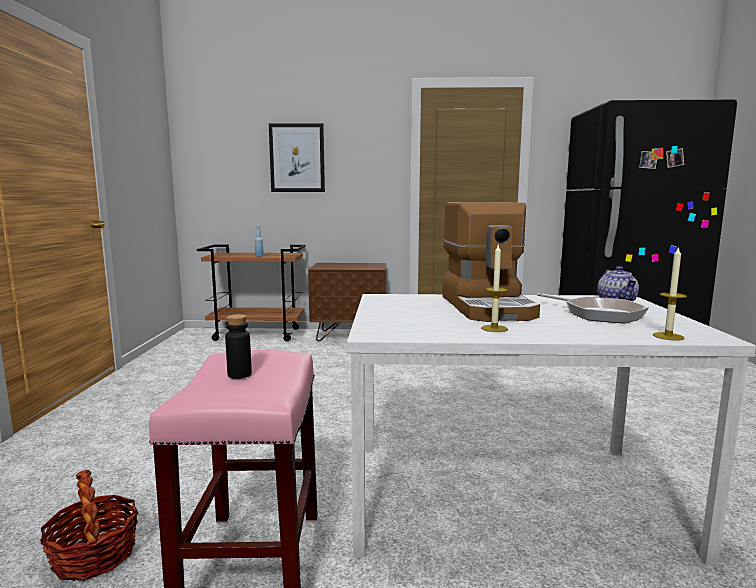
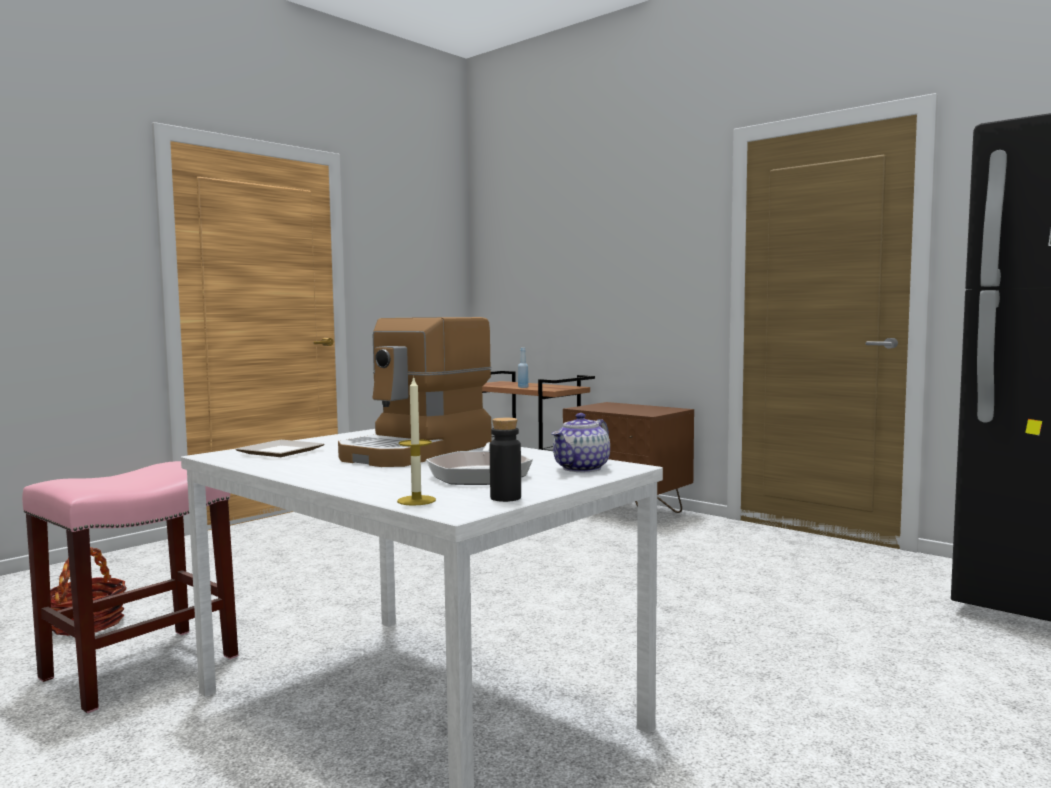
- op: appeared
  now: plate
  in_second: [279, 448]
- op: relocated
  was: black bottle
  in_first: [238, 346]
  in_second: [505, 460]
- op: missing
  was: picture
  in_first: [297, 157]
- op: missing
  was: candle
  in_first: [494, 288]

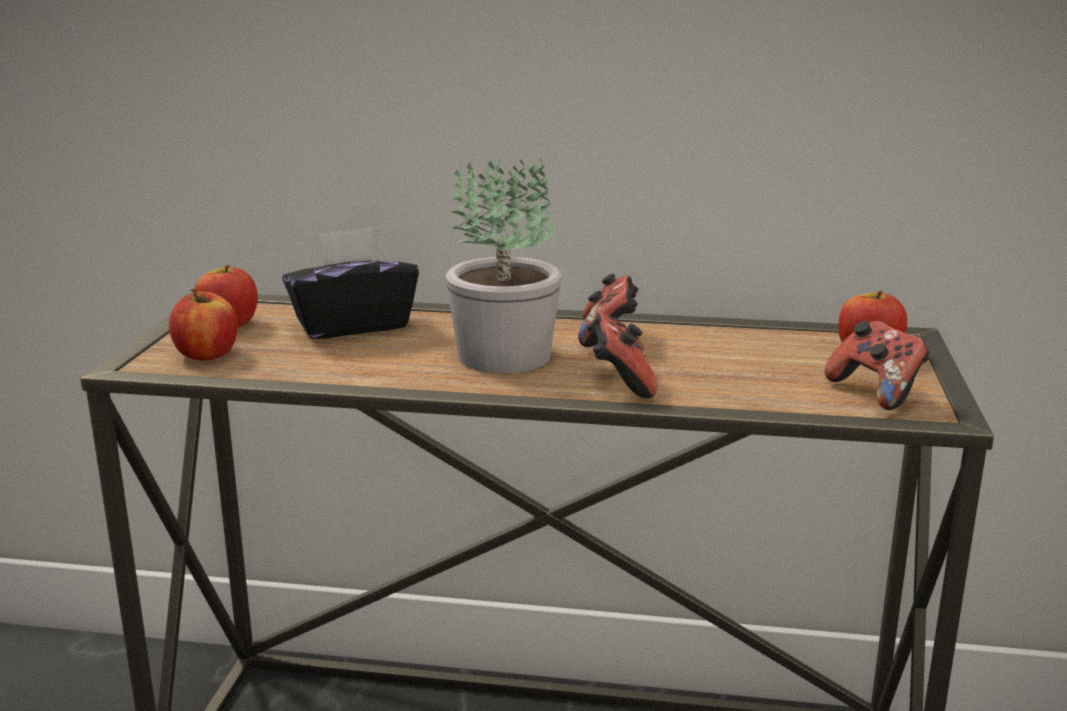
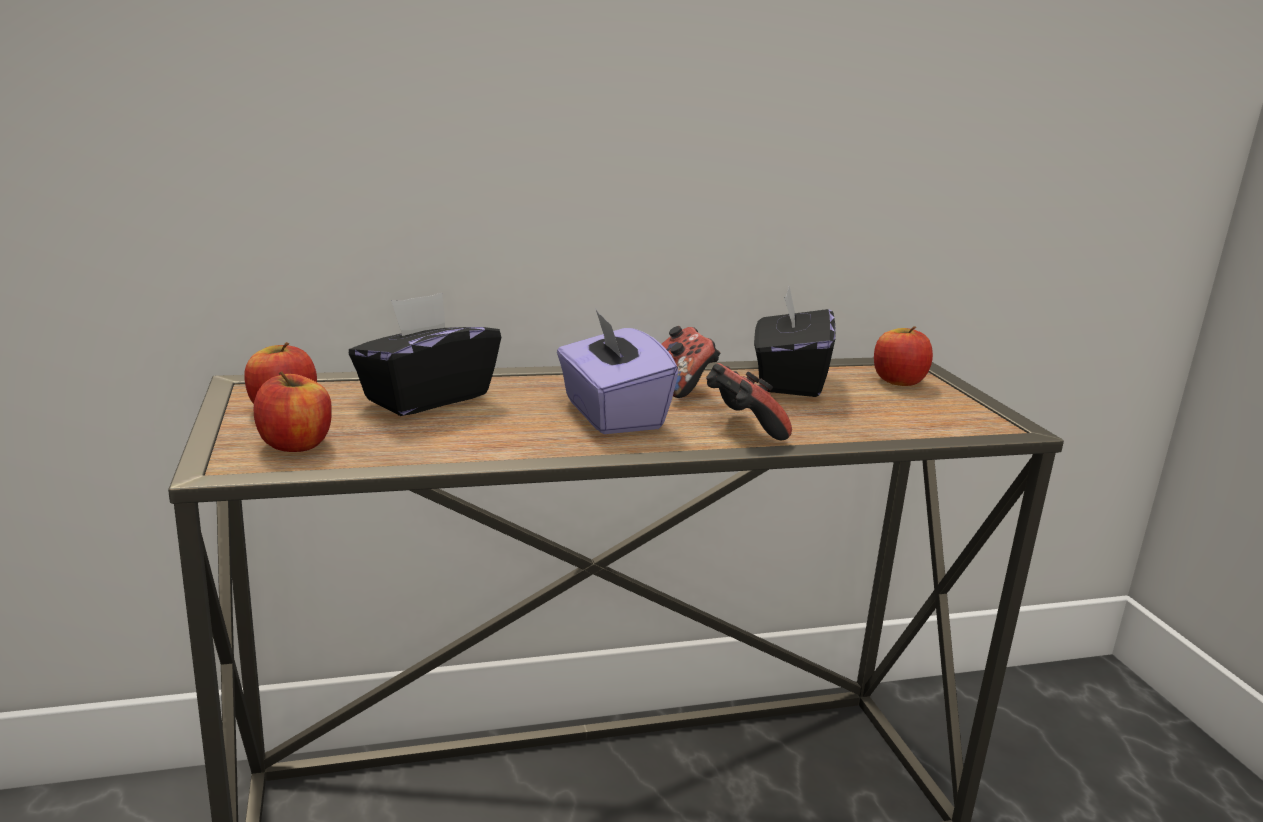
- op: exchanged
  was: potted plant
  now: purple tissue box
  in_first: [504, 266]
  in_second: [618, 372]
- op: appeared
  now: black tissue box
  in_second: [795, 341]
- op: missing
  was: game controller
  in_first: [877, 365]

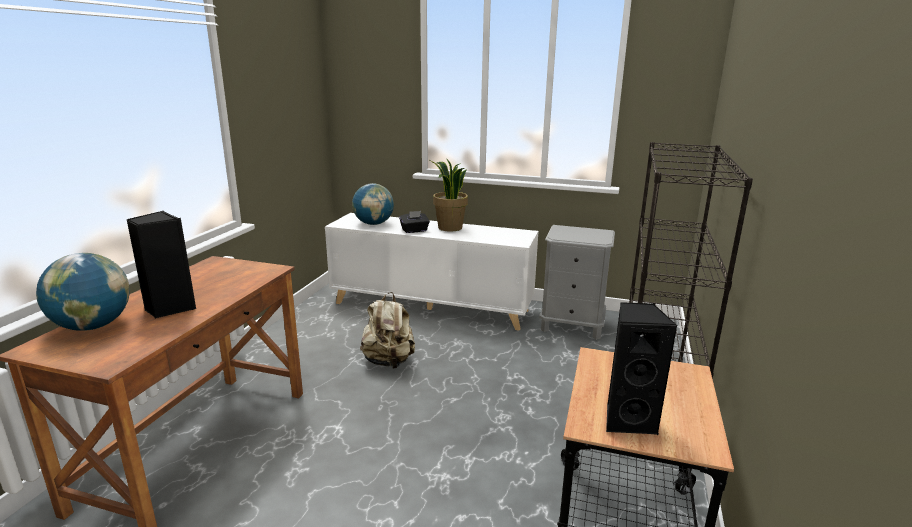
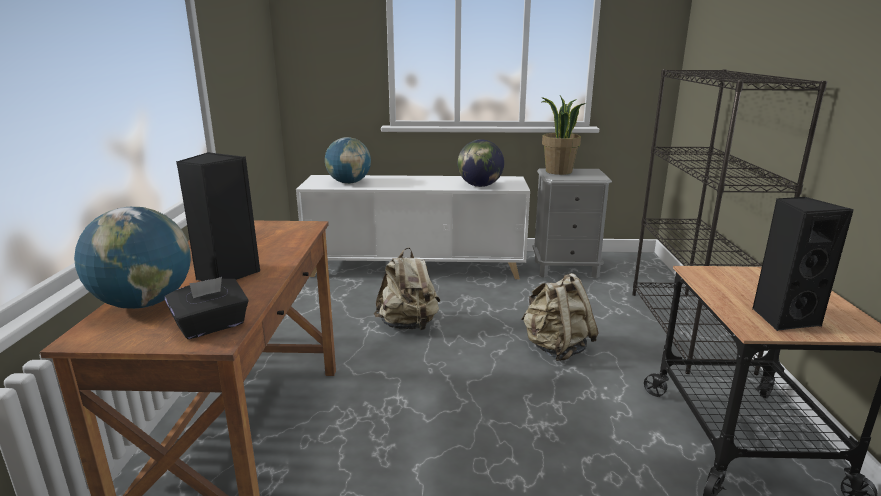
- op: relocated
  was: black tissue box
  in_first: [414, 222]
  in_second: [207, 308]
- op: appeared
  now: globe
  in_second: [481, 163]
- op: appeared
  now: beige backpack
  in_second: [560, 317]
- op: relocated
  was: potted plant
  in_first: [449, 195]
  in_second: [563, 135]

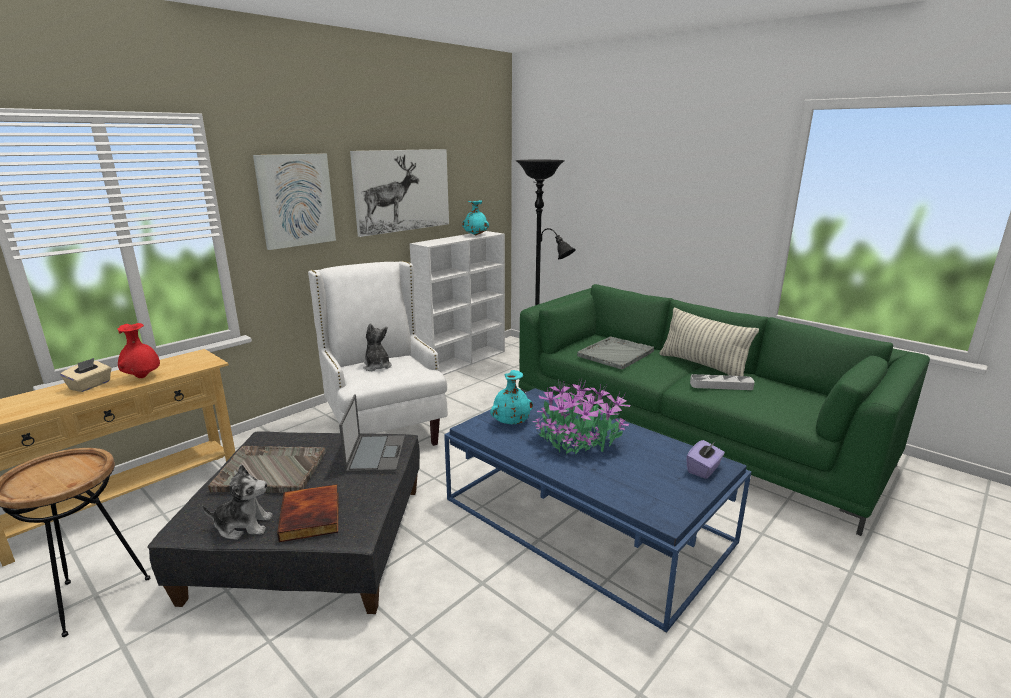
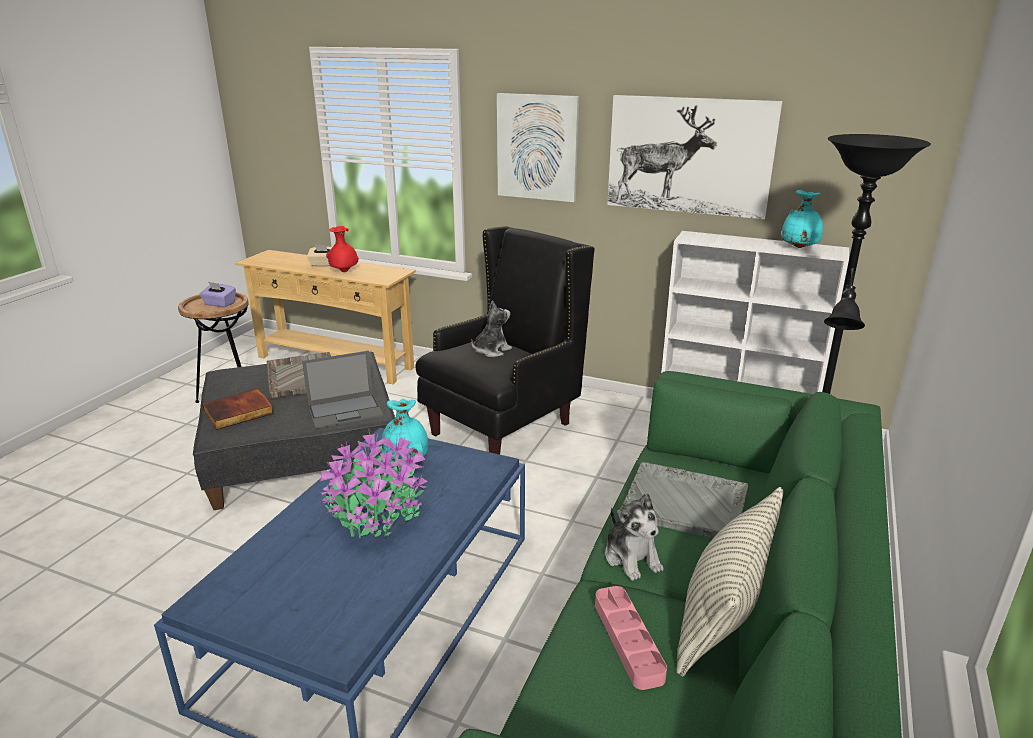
- op: relocated
  was: purple tissue box
  in_first: [705, 459]
  in_second: [217, 295]
- op: colour
  was: white armchair
  now: black armchair
  in_first: [378, 353]
  in_second: [505, 340]
- op: colour
  was: grey tray
  now: pink tray
  in_first: [722, 382]
  in_second: [631, 638]
- op: relocated
  was: plush toy
  in_first: [237, 502]
  in_second: [634, 537]

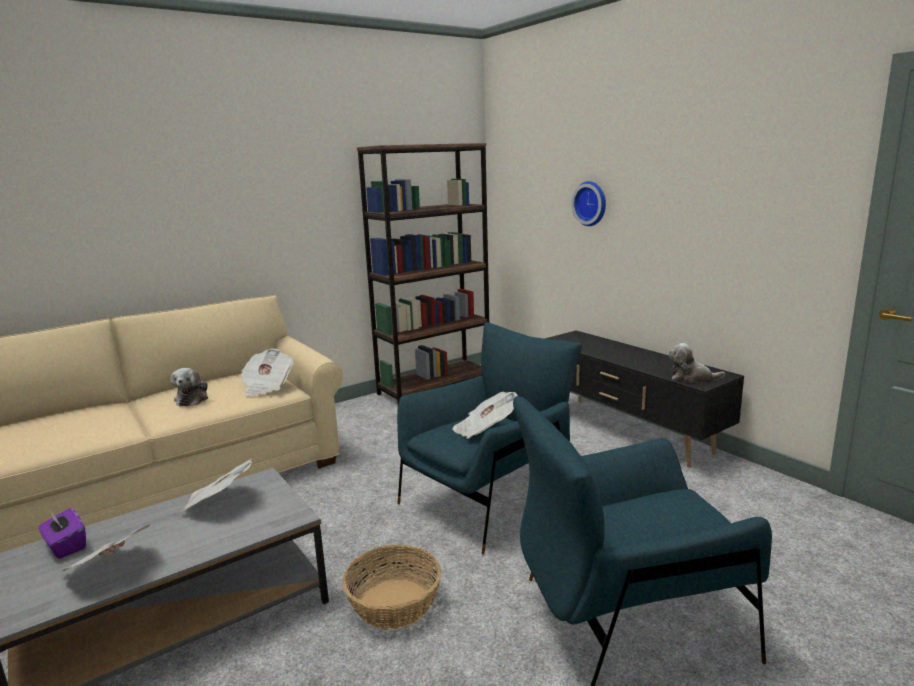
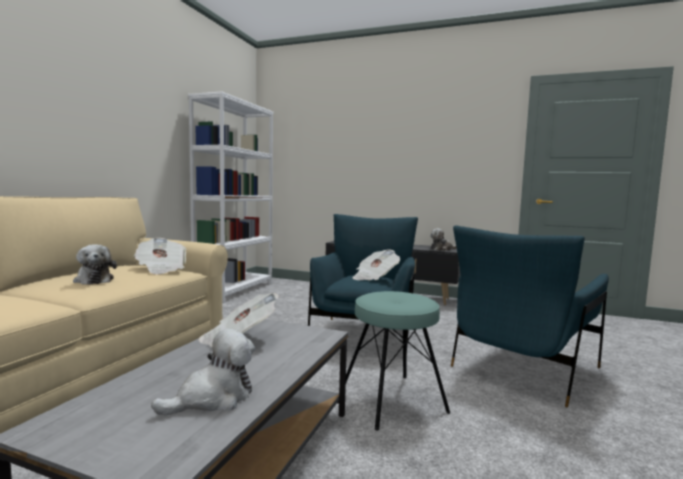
- op: exchanged
  was: newspaper
  now: plush toy
  in_first: [106, 547]
  in_second: [203, 372]
- op: colour
  was: brown bookcase
  now: white bookcase
  in_first: [423, 273]
  in_second: [230, 197]
- op: exchanged
  was: basket
  now: turquoise stool
  in_first: [391, 587]
  in_second: [398, 360]
- op: missing
  was: purple tissue box
  in_first: [62, 533]
- op: missing
  was: wall clock
  in_first: [588, 203]

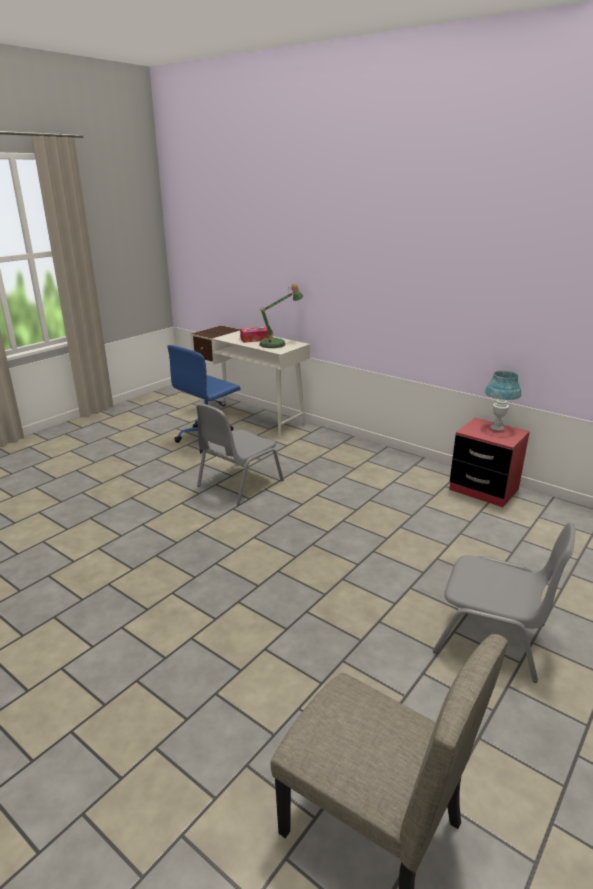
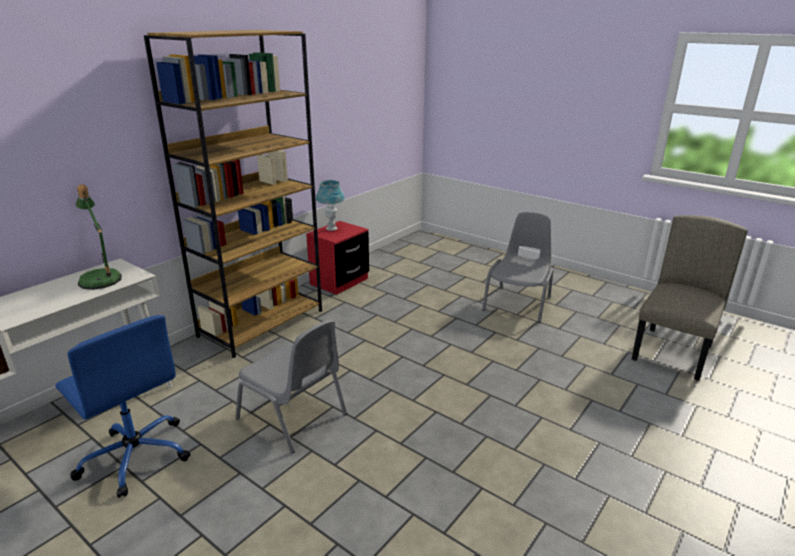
- op: appeared
  now: brown bookcase
  in_second: [233, 194]
- op: missing
  was: tissue box
  in_first: [256, 335]

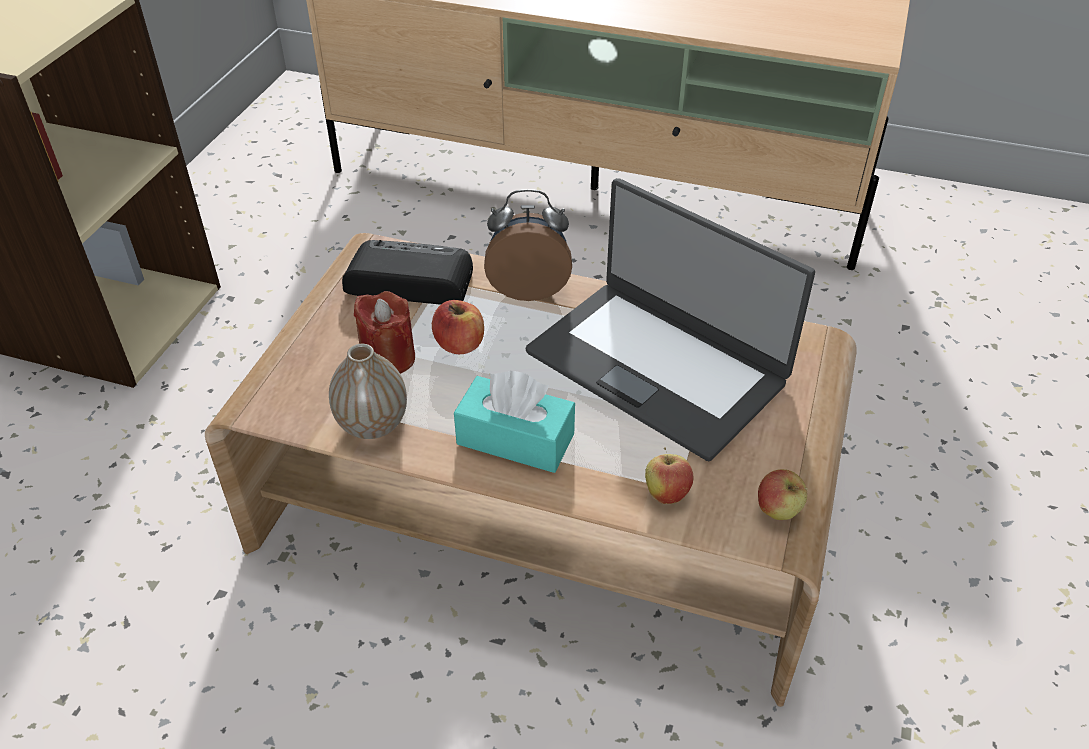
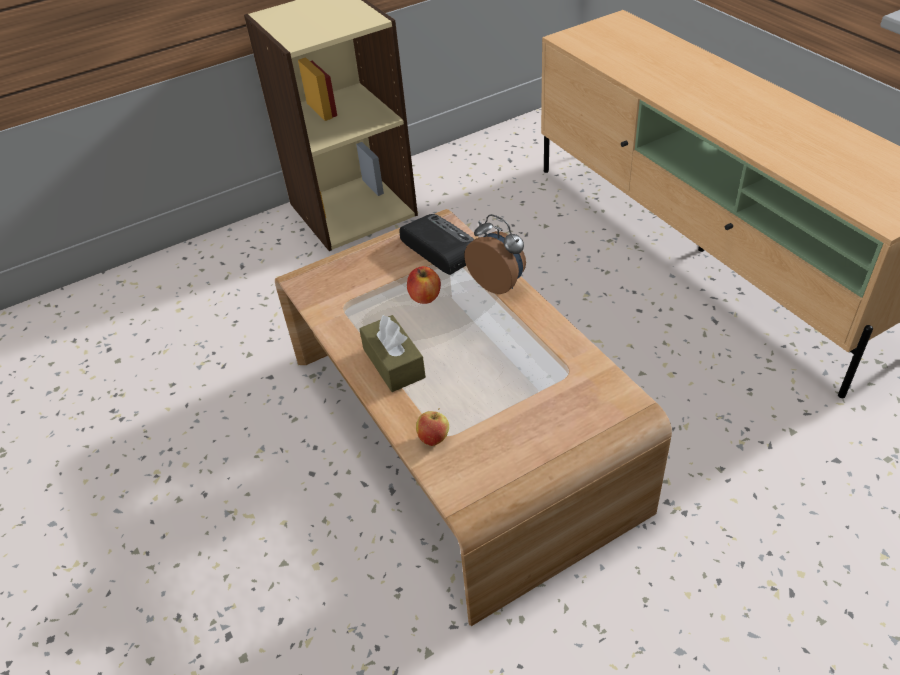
- op: colour
  was: turquoise tissue box
  now: brown tissue box
  in_first: [514, 422]
  in_second: [392, 353]
- op: missing
  was: vase
  in_first: [368, 391]
- op: missing
  was: red candle
  in_first: [384, 332]
- op: missing
  was: laptop
  in_first: [670, 319]
- op: missing
  was: apple
  in_first: [783, 494]

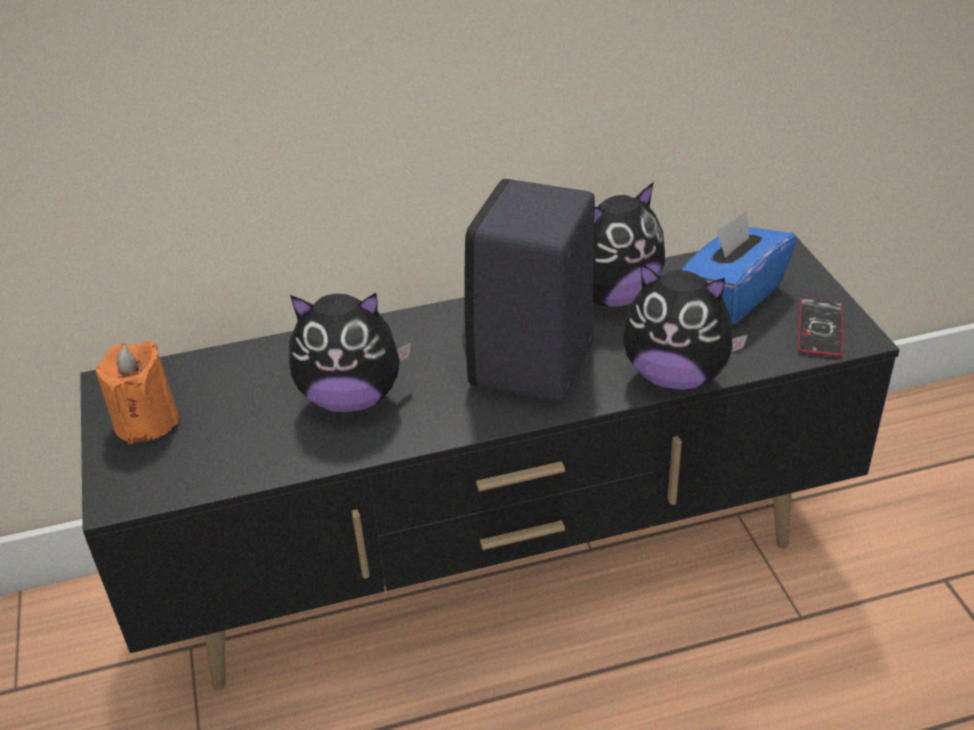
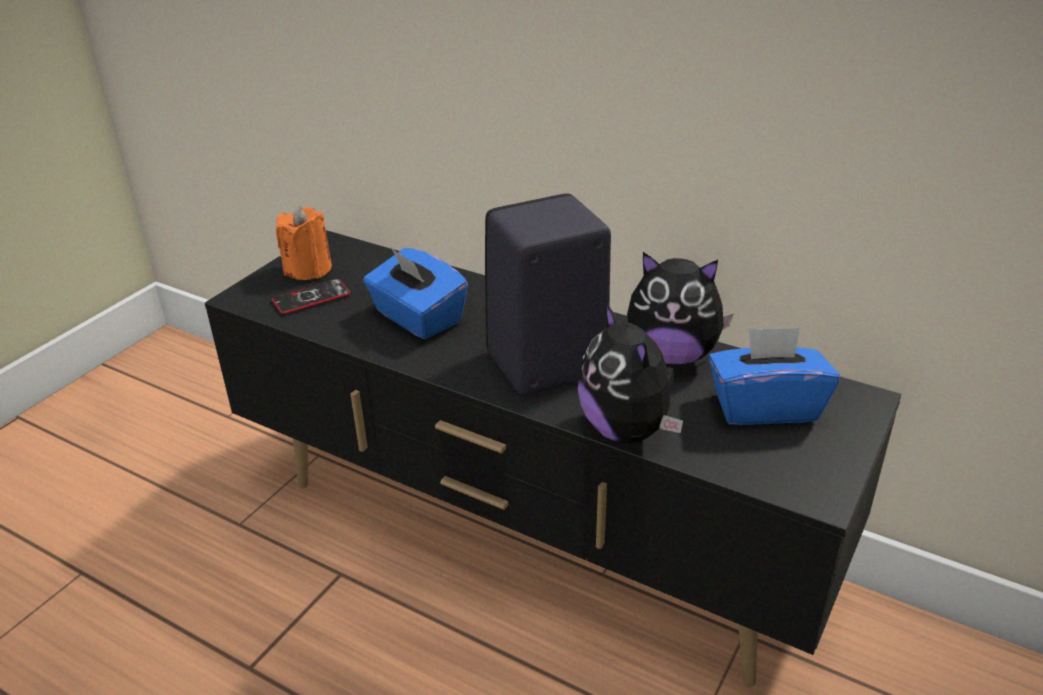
- op: relocated
  was: phone
  in_first: [820, 327]
  in_second: [310, 296]
- op: exchanged
  was: plush toy
  now: blue tissue box
  in_first: [350, 352]
  in_second: [415, 293]

